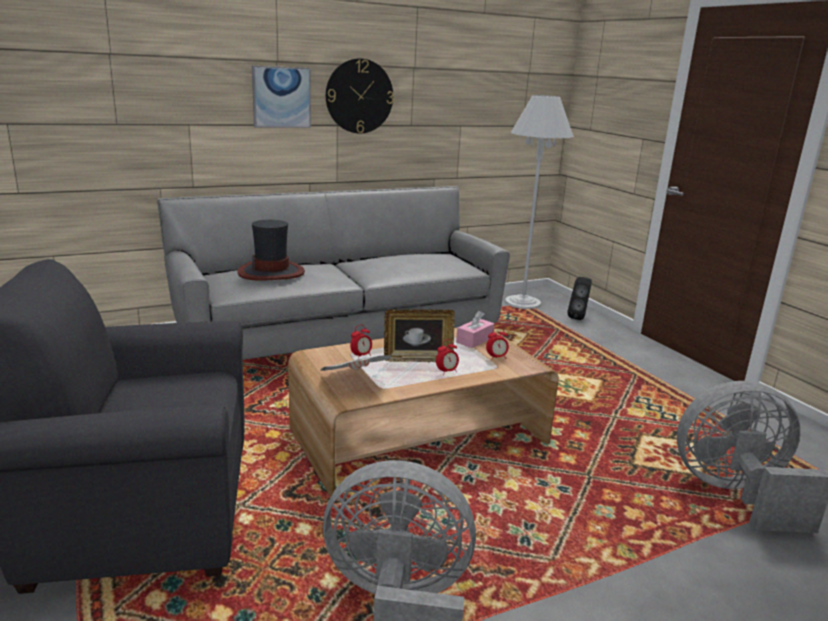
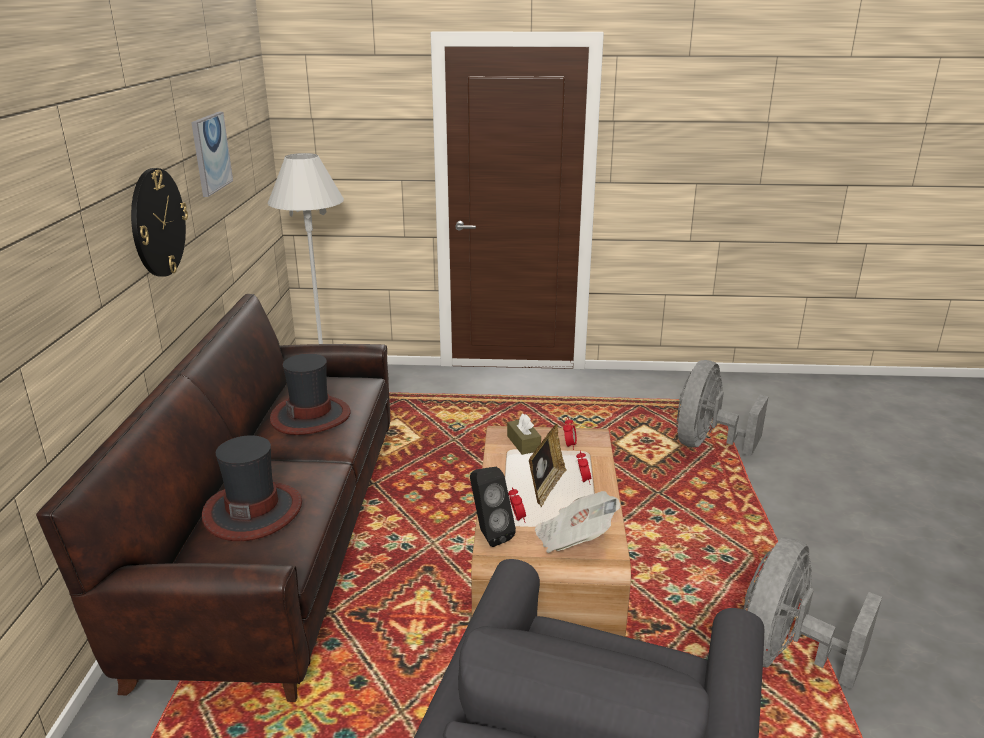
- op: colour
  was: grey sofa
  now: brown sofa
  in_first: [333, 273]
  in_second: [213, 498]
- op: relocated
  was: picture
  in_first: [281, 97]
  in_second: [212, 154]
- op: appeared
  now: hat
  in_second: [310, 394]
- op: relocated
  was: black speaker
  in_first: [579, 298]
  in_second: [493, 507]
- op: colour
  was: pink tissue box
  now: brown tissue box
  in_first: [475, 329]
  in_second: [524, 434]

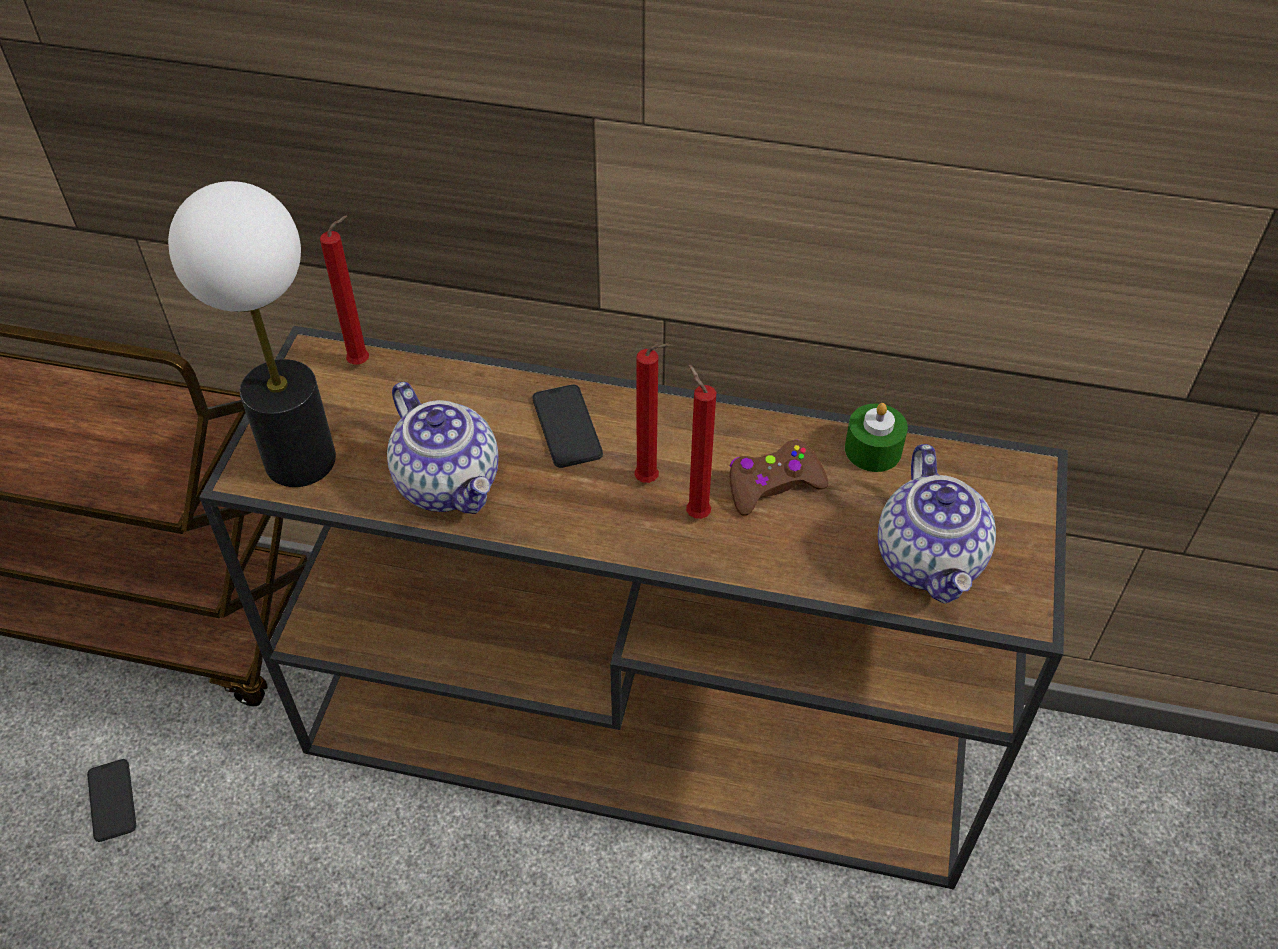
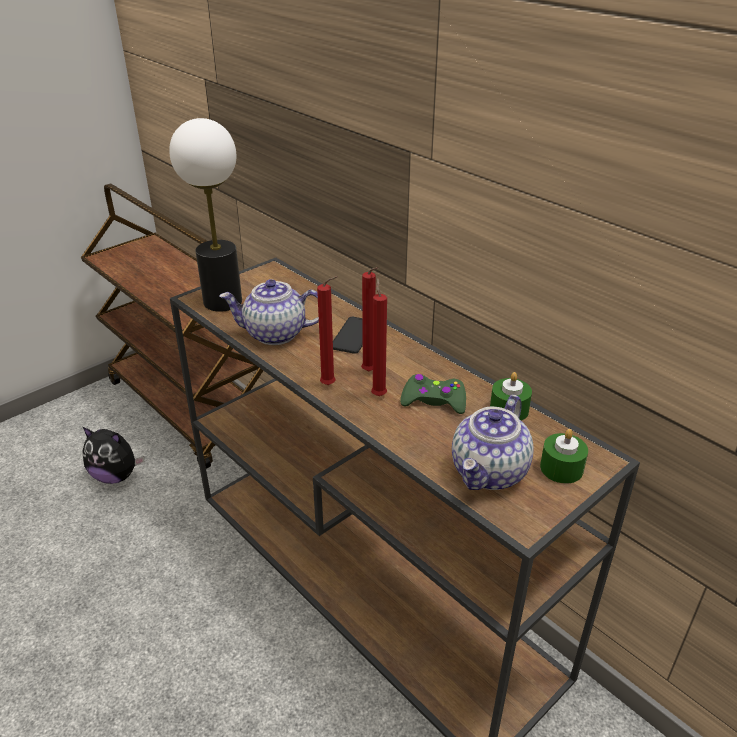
- op: exchanged
  was: phone
  now: plush toy
  in_first: [111, 800]
  in_second: [113, 455]
- op: spun
  was: teapot
  in_first: [443, 448]
  in_second: [269, 312]
  clockwise: 90
- op: relocated
  was: red candle
  in_first: [344, 290]
  in_second: [327, 330]
- op: colour
  was: brown game controller
  now: green game controller
  in_first: [779, 477]
  in_second: [433, 394]
- op: appeared
  now: green candle
  in_second: [564, 456]

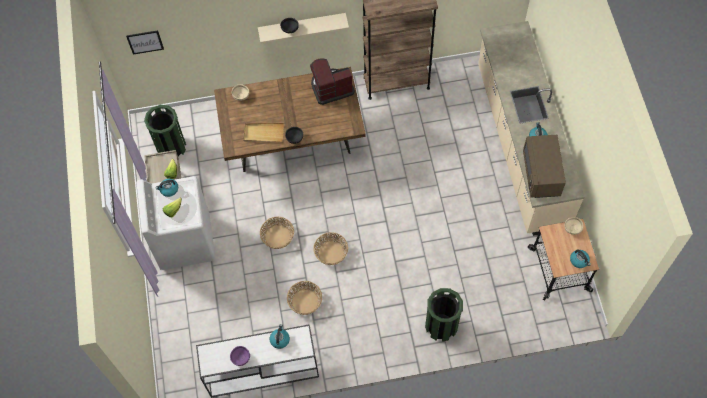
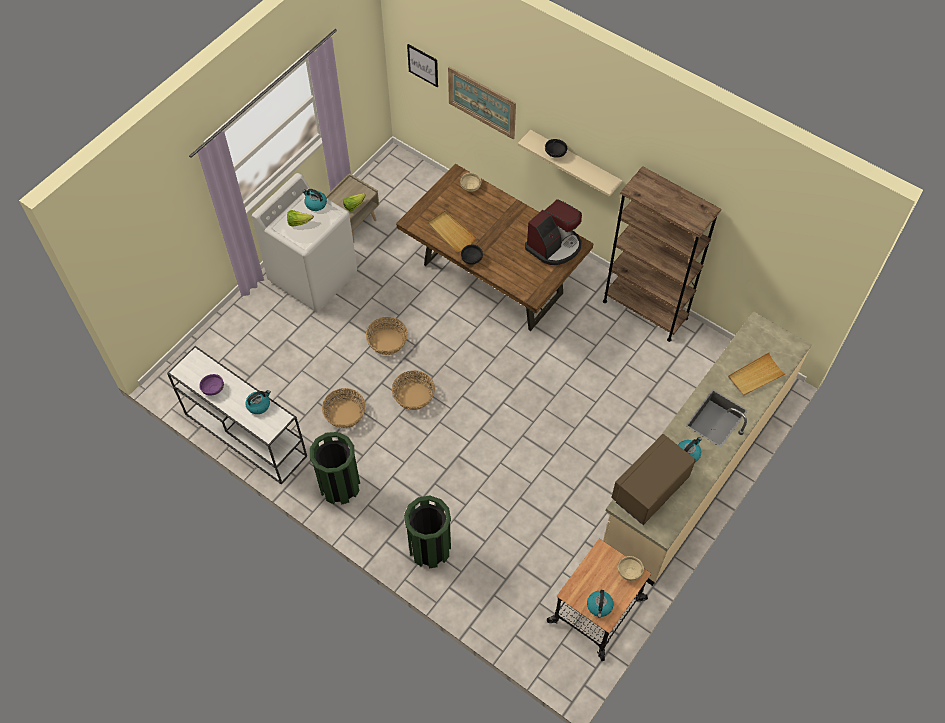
- op: relocated
  was: green trash can
  in_first: [165, 130]
  in_second: [335, 468]
- op: appeared
  now: picture
  in_second: [482, 102]
- op: spun
  was: coffee machine
  in_first: [332, 81]
  in_second: [553, 232]
  clockwise: 105
- op: appeared
  now: beige tray
  in_second: [757, 374]

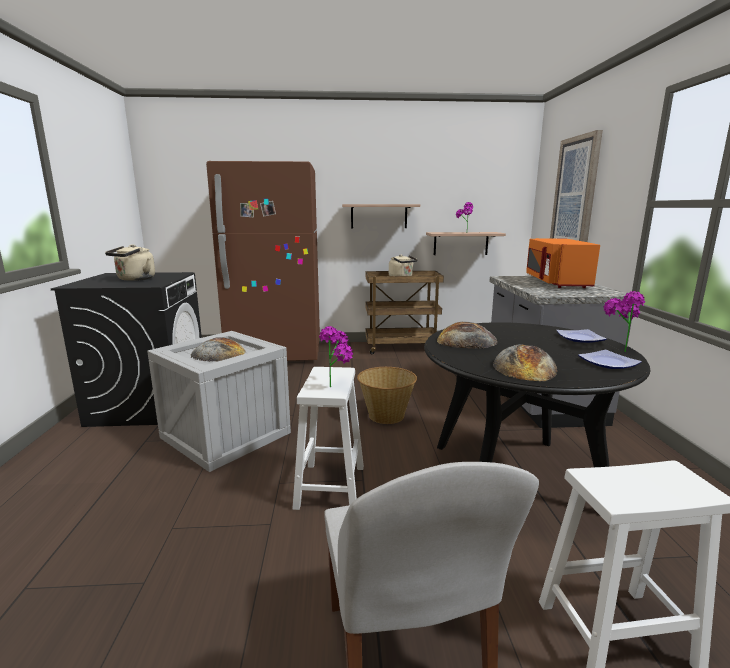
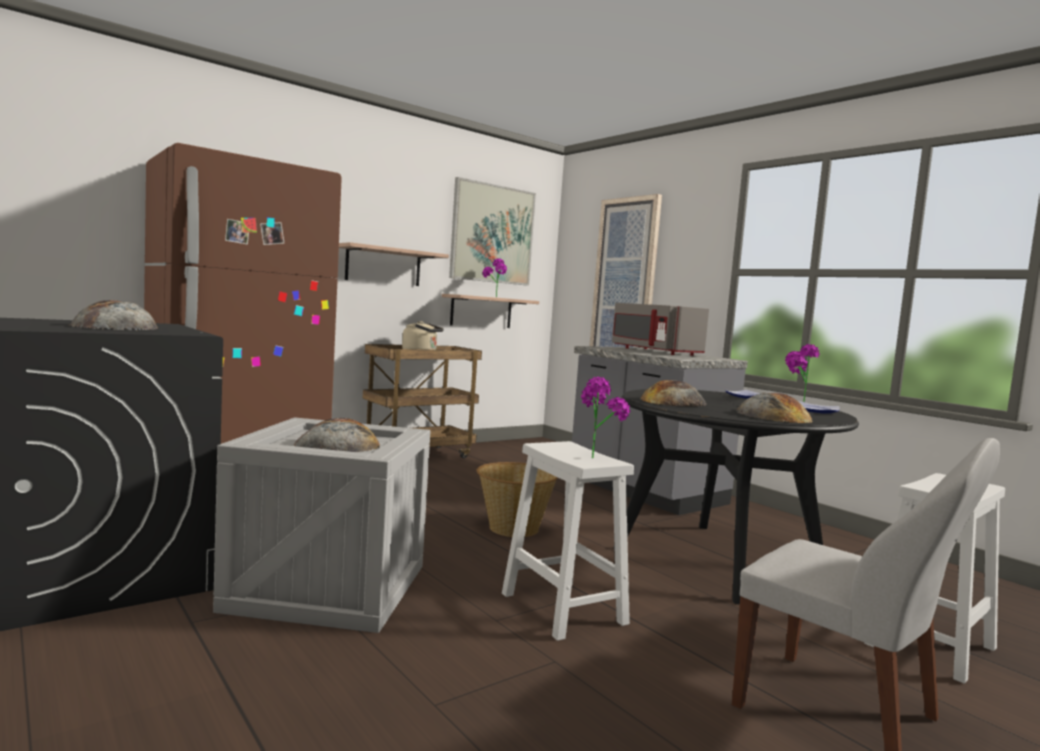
- op: exchanged
  was: beige kettle
  now: bread
  in_first: [130, 262]
  in_second: [113, 315]
- op: appeared
  now: picture
  in_second: [492, 231]
- op: colour
  was: orange microwave
  now: grey microwave
  in_first: [563, 263]
  in_second: [660, 329]

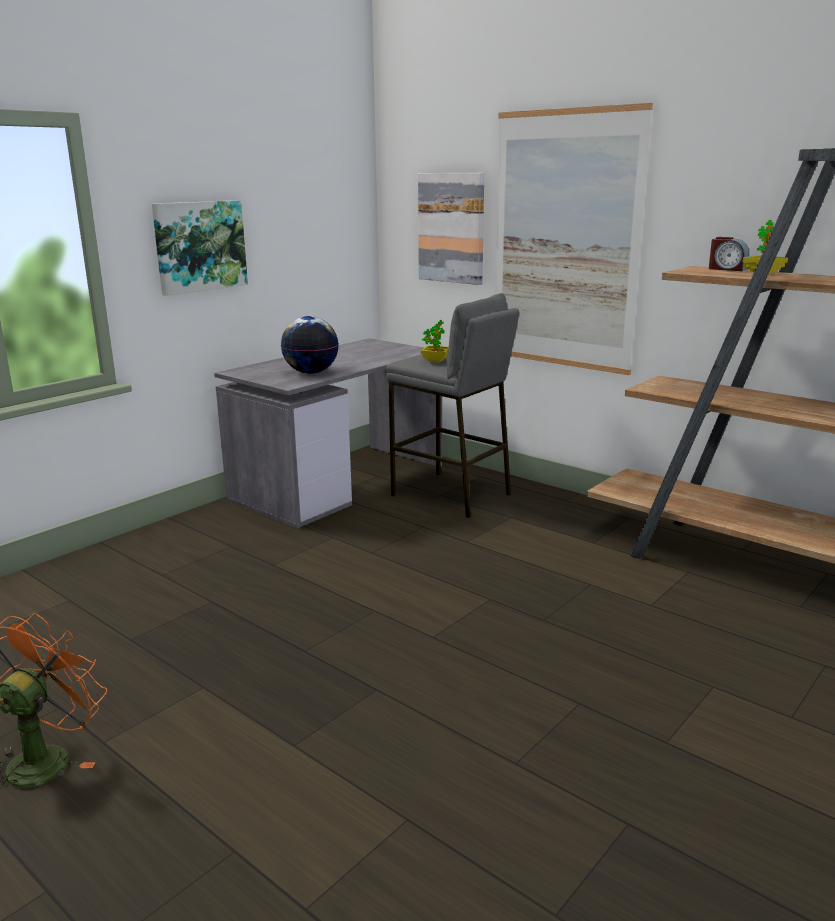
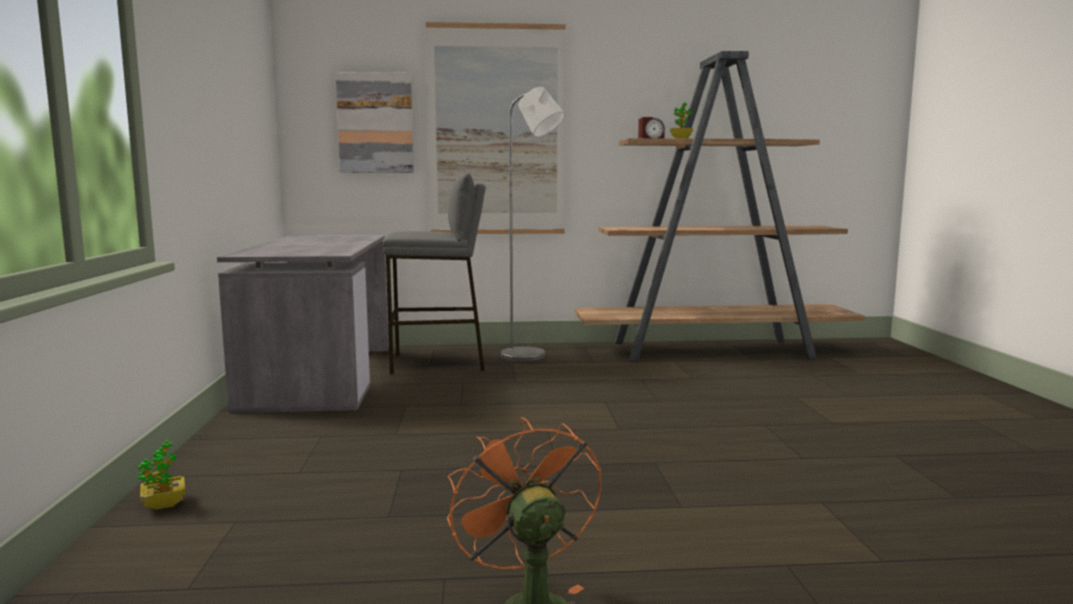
- op: relocated
  was: potted plant
  in_first: [435, 341]
  in_second: [162, 475]
- op: appeared
  now: grey floor lamp
  in_second: [533, 224]
- op: missing
  was: picture
  in_first: [200, 248]
- op: missing
  was: globe
  in_first: [310, 345]

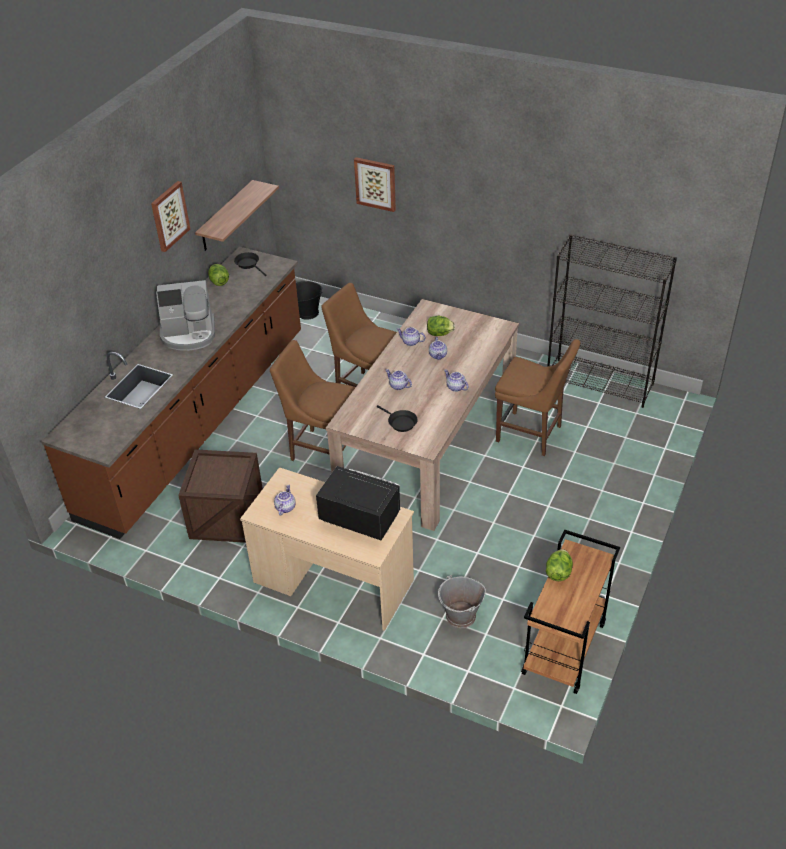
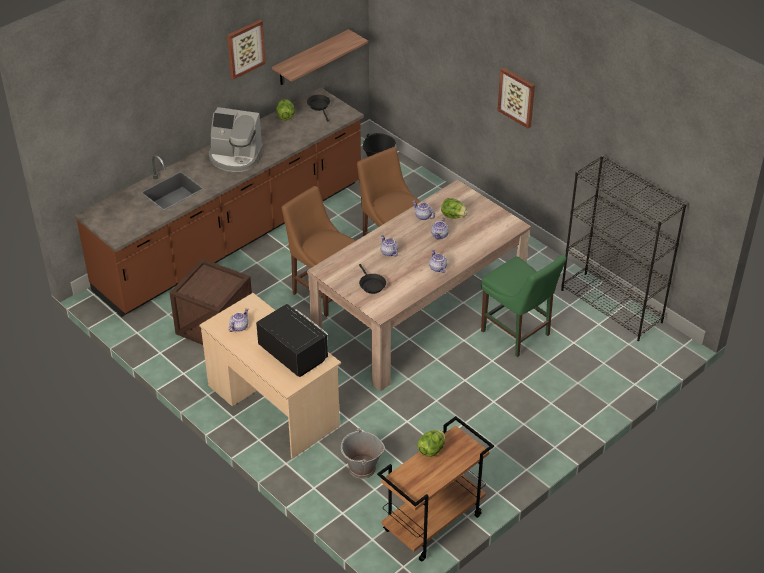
- op: colour
  was: brown chair
  now: green chair
  in_first: [537, 397]
  in_second: [524, 306]
- op: relocated
  was: picture
  in_first: [375, 184]
  in_second: [516, 98]

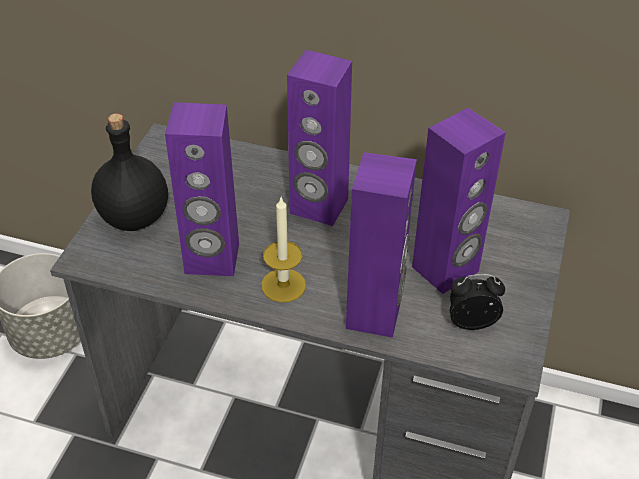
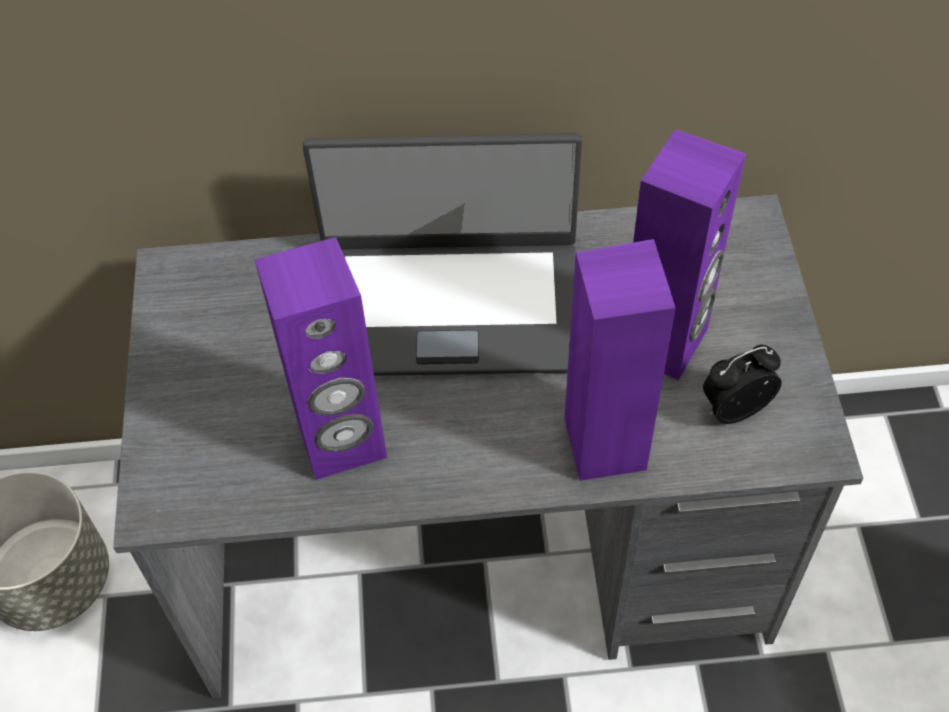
- op: exchanged
  was: purple speaker
  now: laptop
  in_first: [319, 138]
  in_second: [442, 254]
- op: missing
  was: black bottle
  in_first: [129, 172]
- op: missing
  was: candle
  in_first: [283, 249]

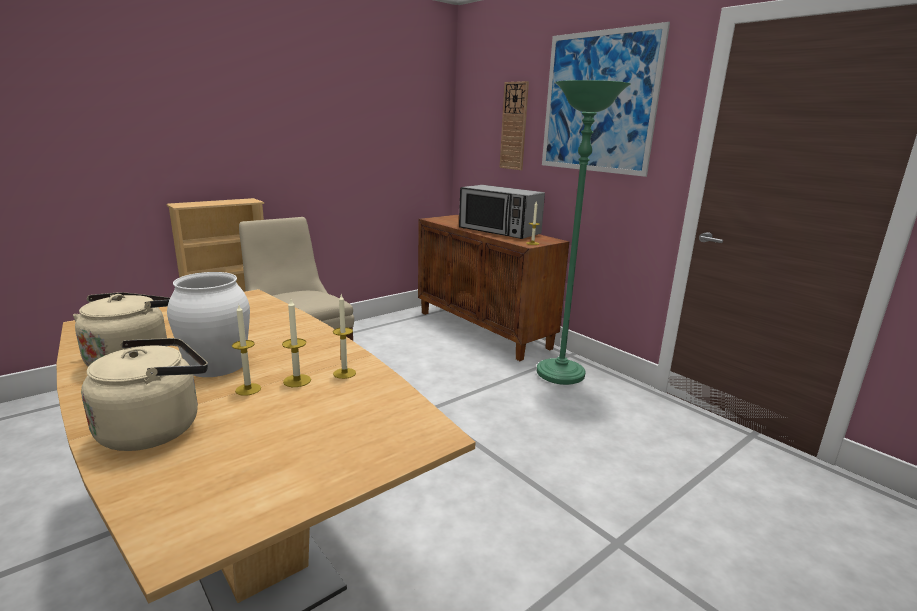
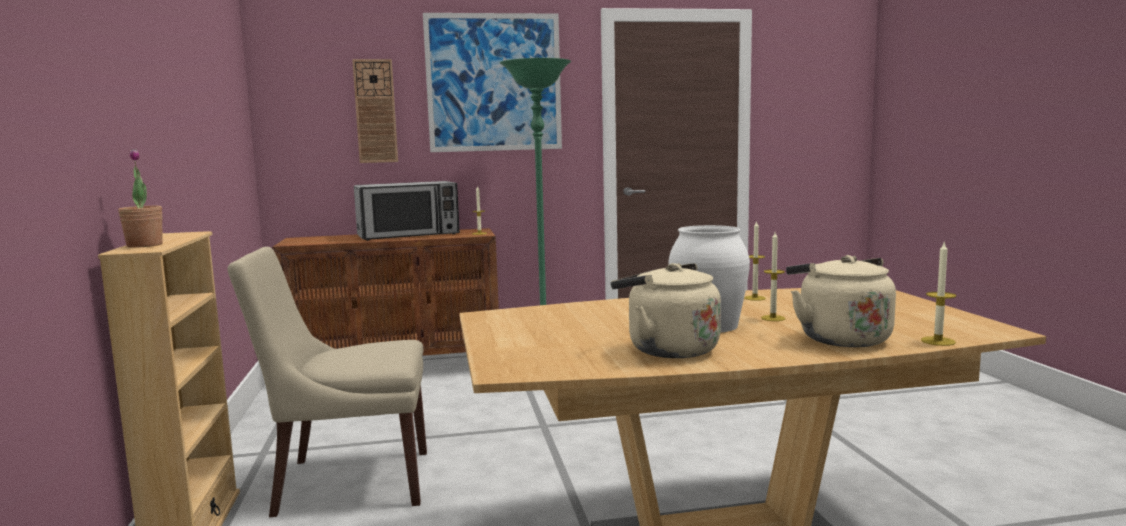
- op: appeared
  now: potted plant
  in_second: [140, 198]
- op: relocated
  was: candle
  in_first: [296, 343]
  in_second: [938, 294]

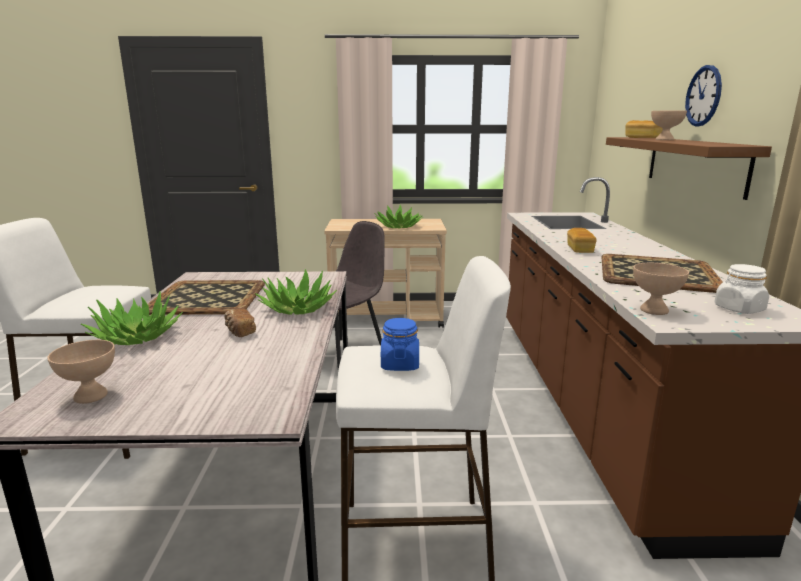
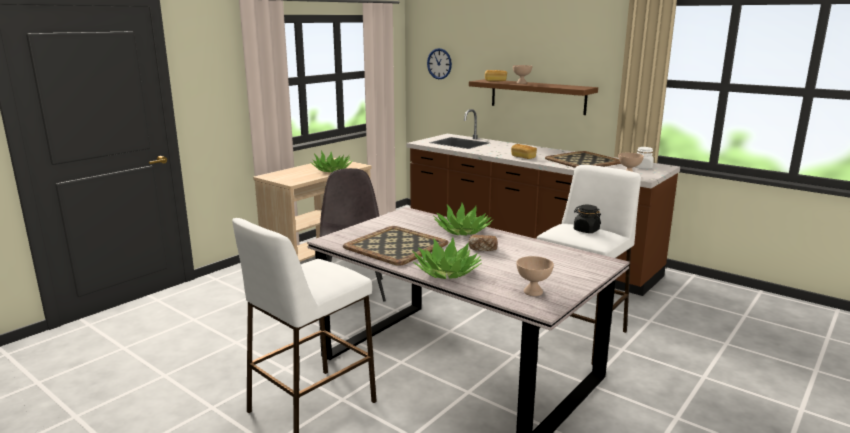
- op: relocated
  was: wall clock
  in_first: [703, 96]
  in_second: [439, 63]
- op: colour
  was: blue jar
  now: black jar
  in_first: [400, 344]
  in_second: [587, 219]

